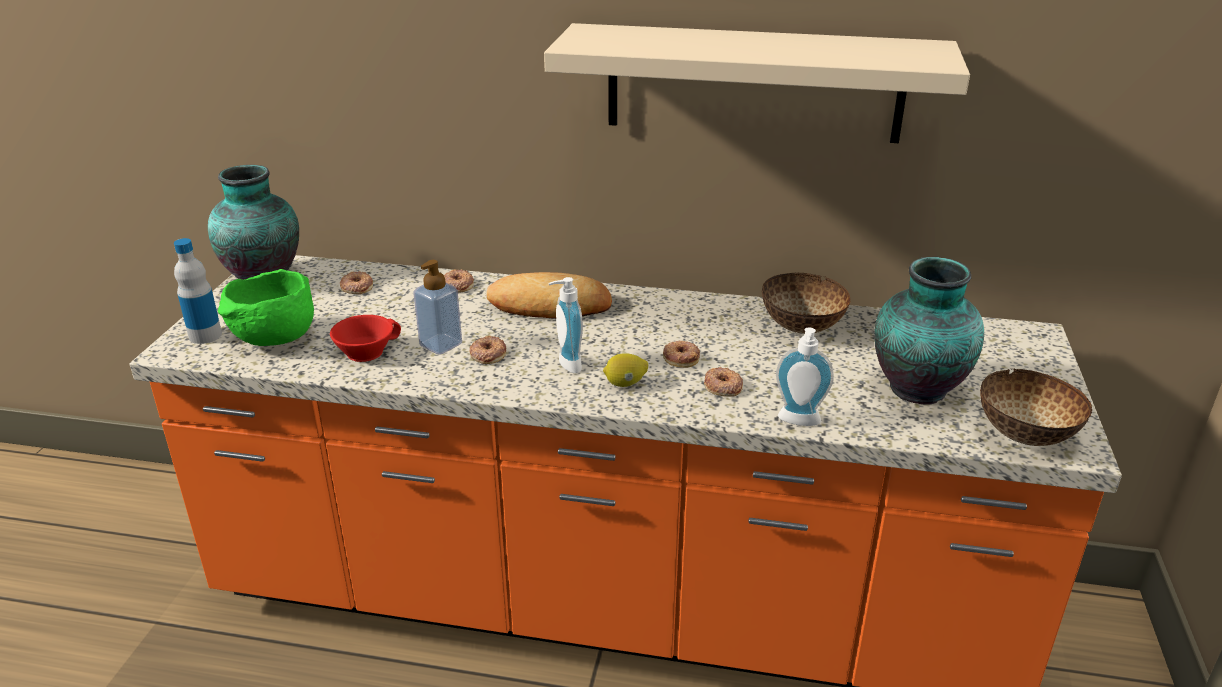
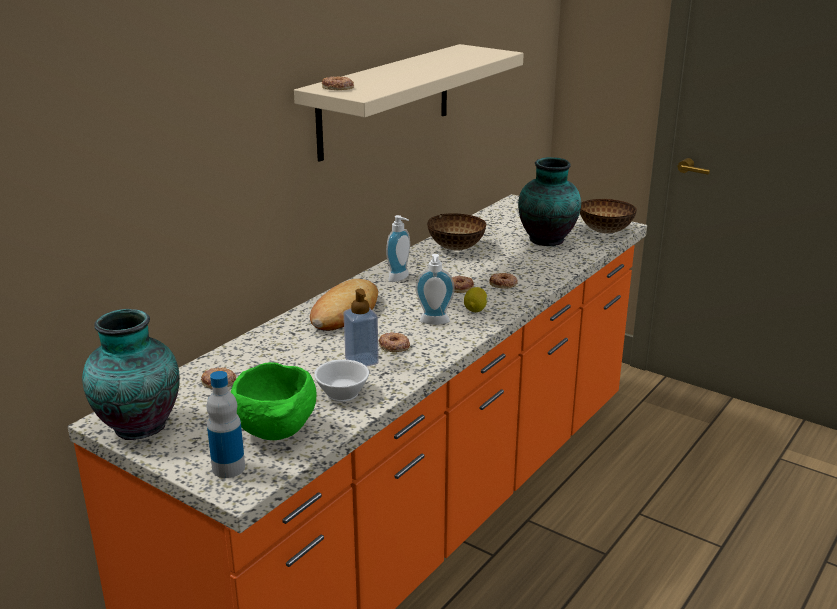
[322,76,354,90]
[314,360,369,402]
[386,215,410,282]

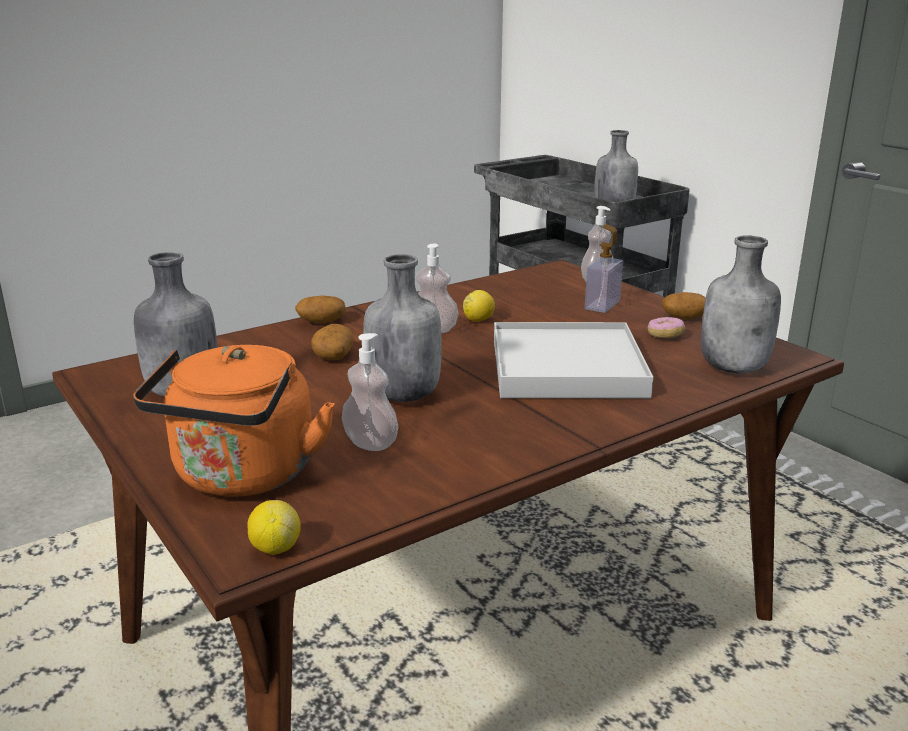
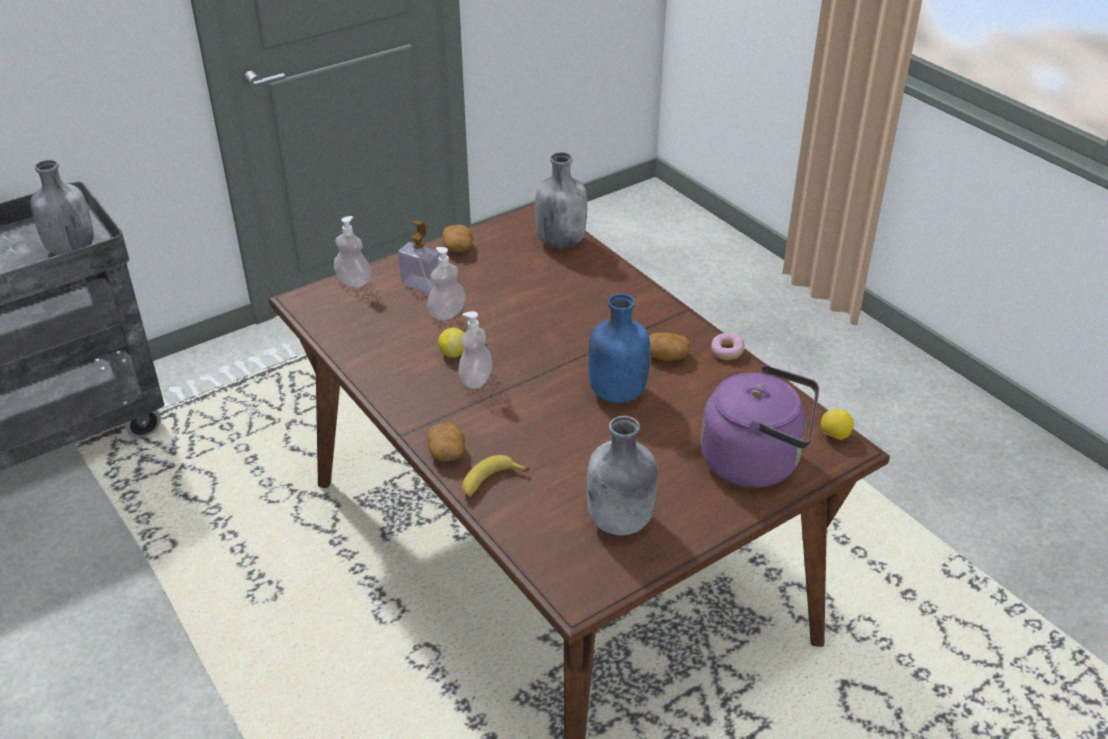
[588,294,650,403]
[711,333,744,360]
[494,322,653,398] (first image)
[649,333,690,361]
[427,247,466,320]
[701,365,819,488]
[462,455,529,498]

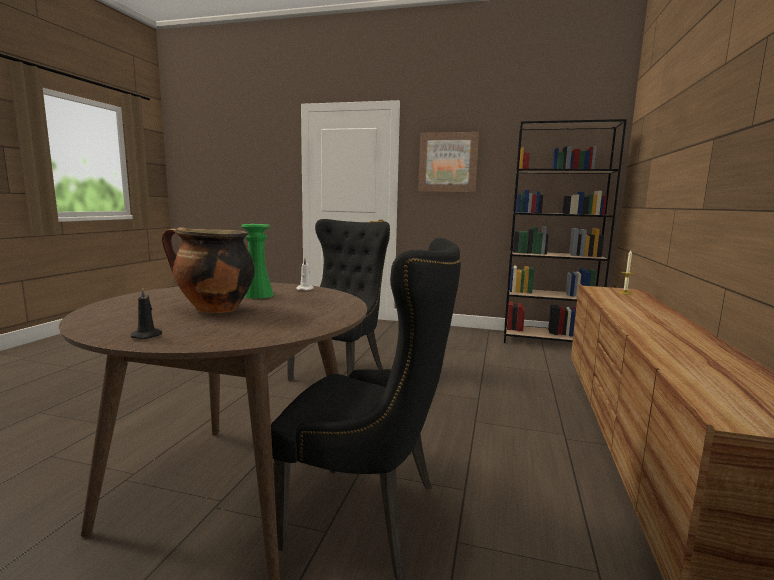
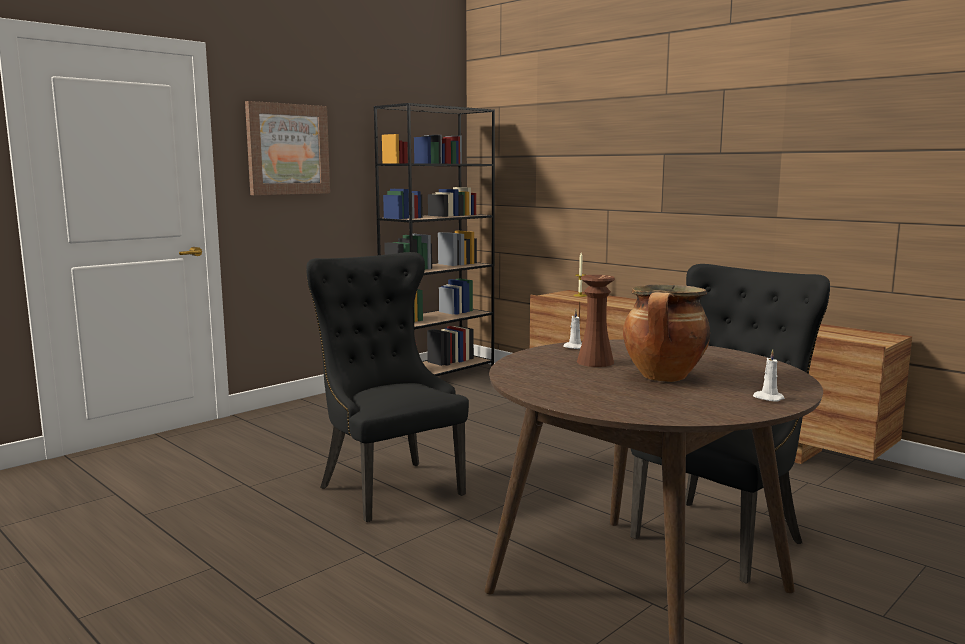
[577,275,615,367]
[753,349,785,402]

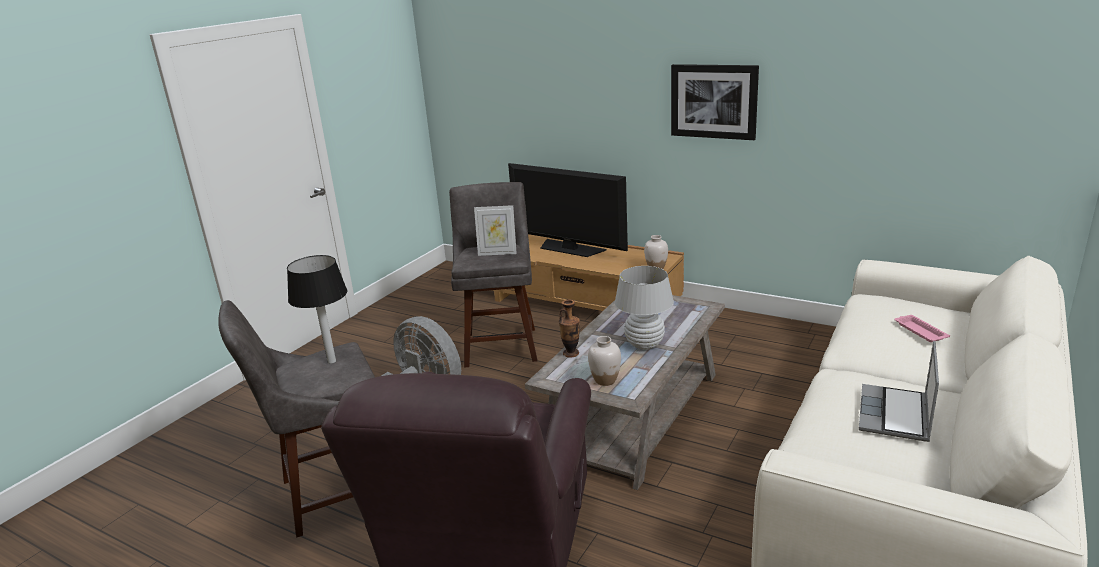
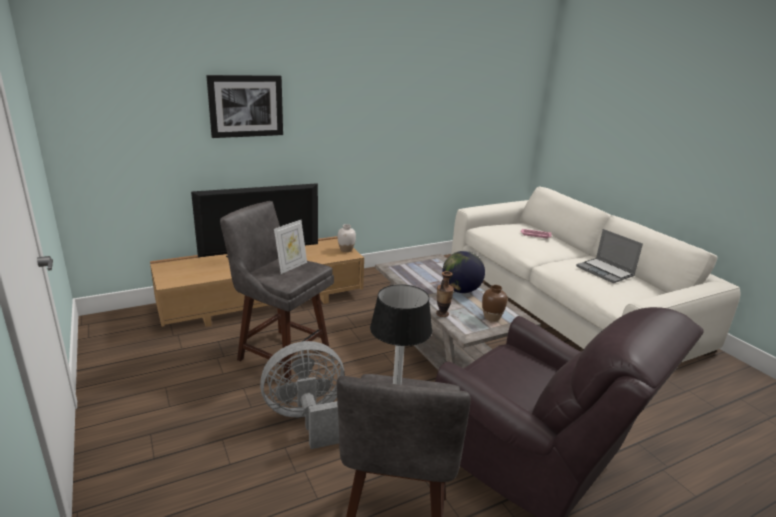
[206,75,283,138]
[442,251,485,293]
[482,285,507,322]

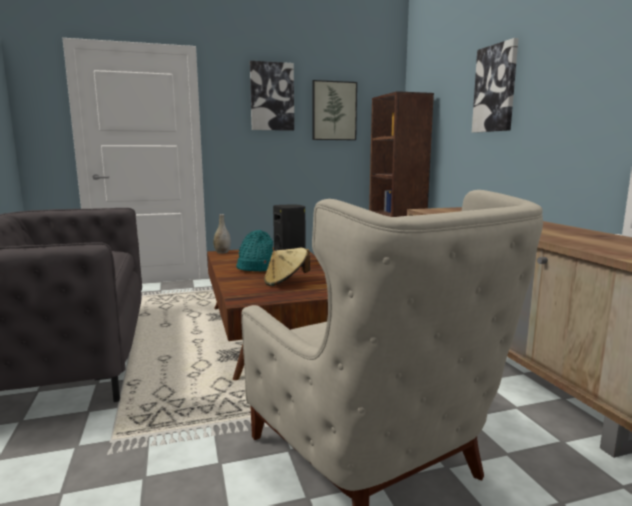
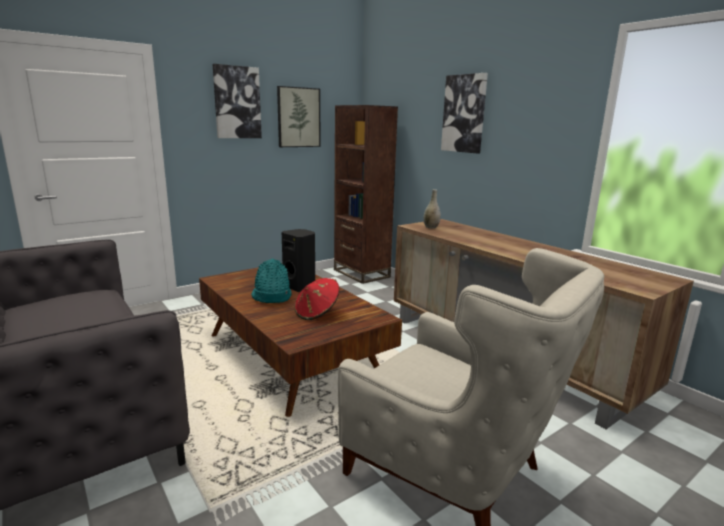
[423,189,441,228]
[294,278,340,320]

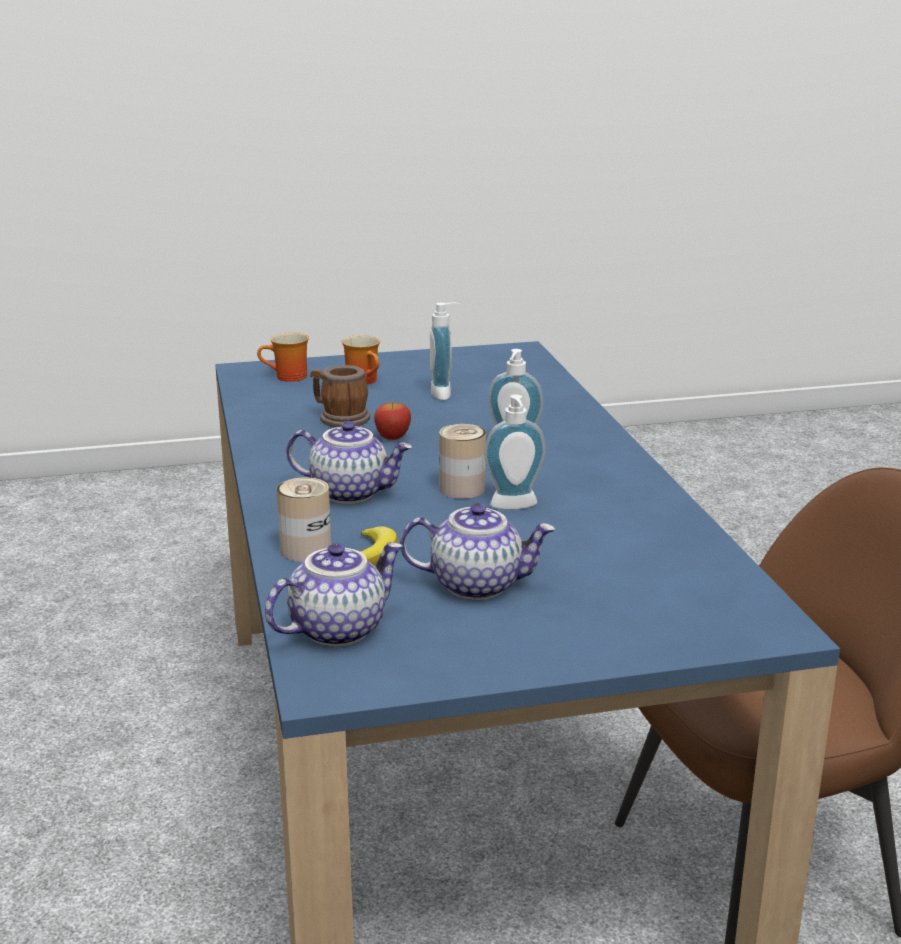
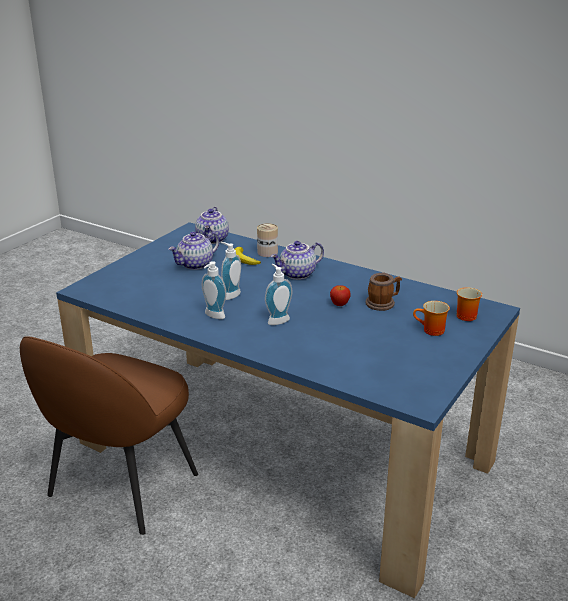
[202,261,226,319]
[439,424,486,499] (first image)

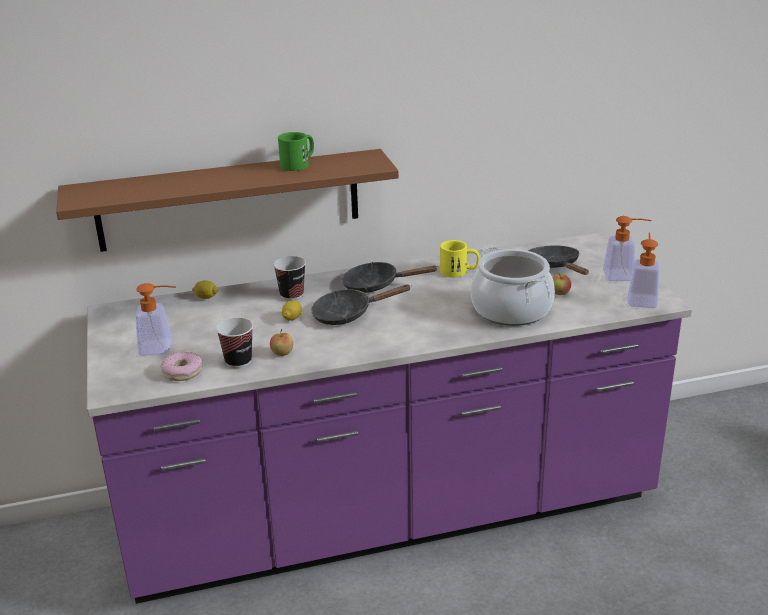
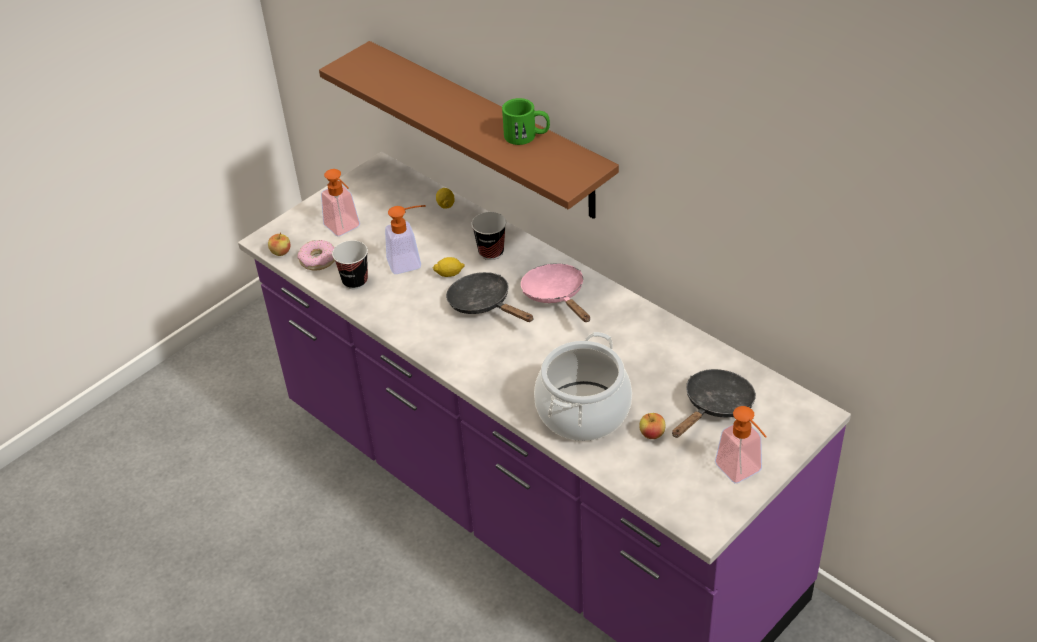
[385,205,426,274]
[440,240,480,277] (first image)
[521,263,590,322]
[268,232,290,256]

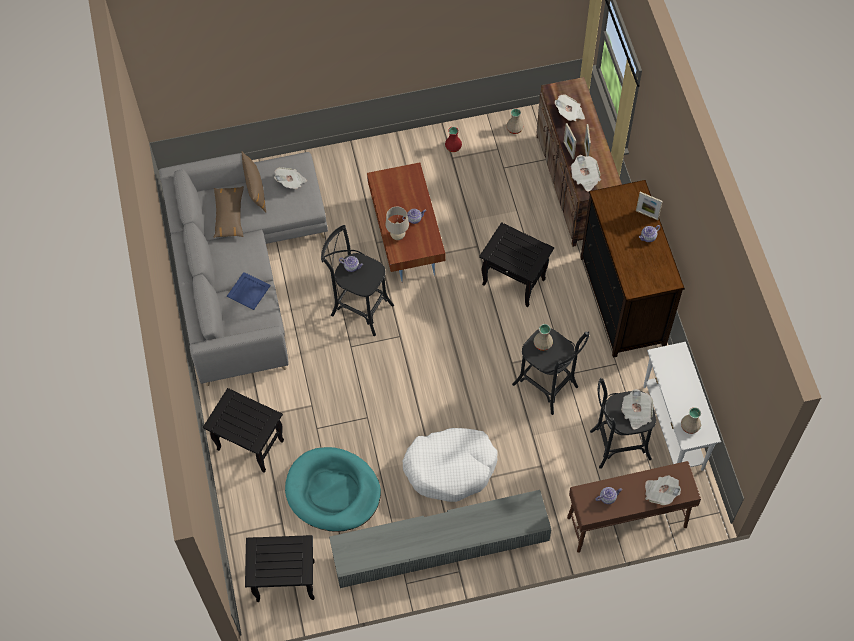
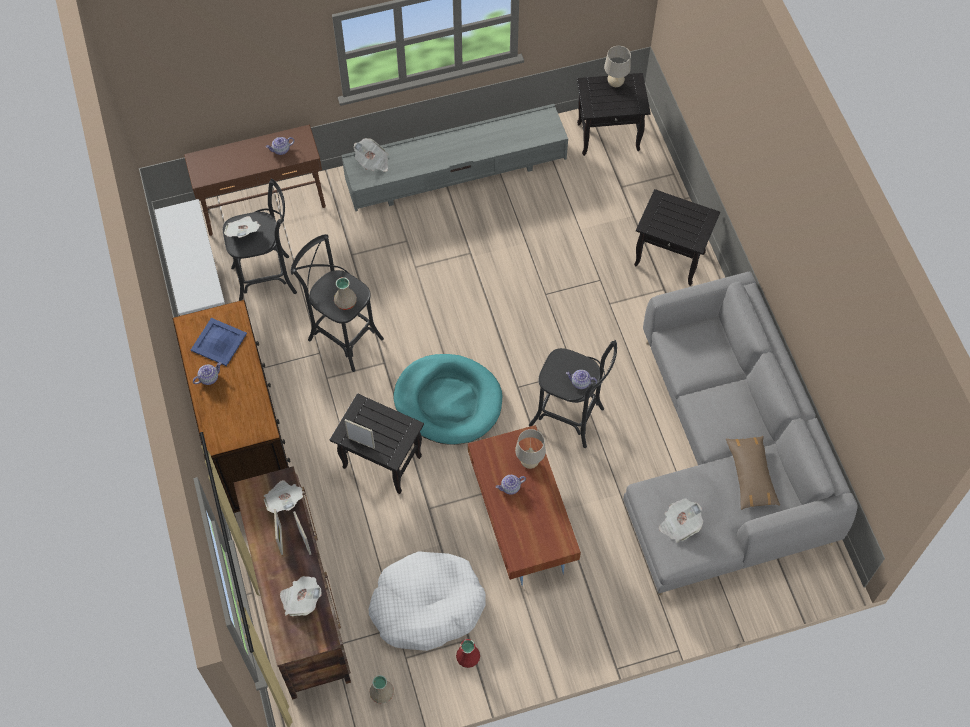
[241,151,266,213] (first image)
[345,419,375,449]
[191,318,247,366]
[681,407,701,434] (first image)
[369,551,486,651]
[393,354,502,445]
[354,138,388,172]
[604,46,631,87]

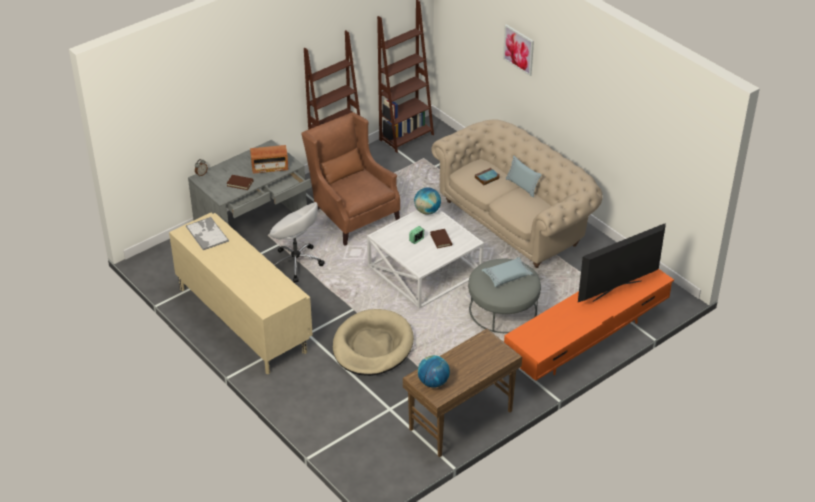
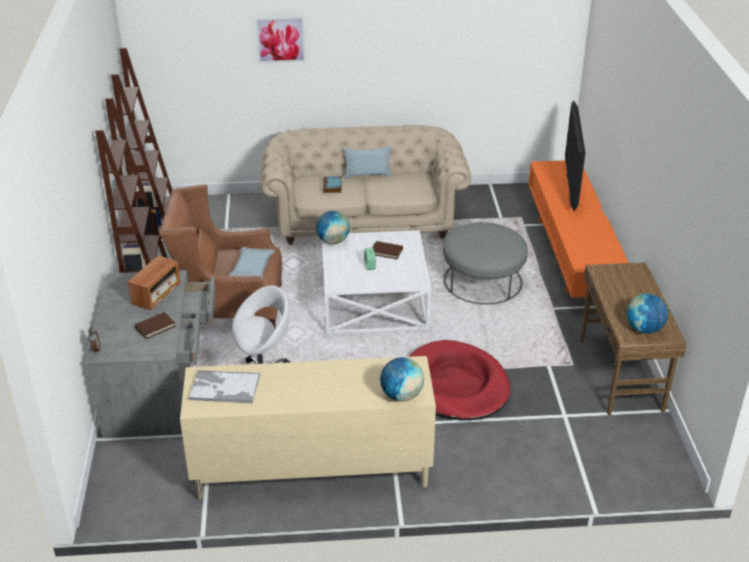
[229,247,274,281]
[409,340,510,420]
[380,357,424,401]

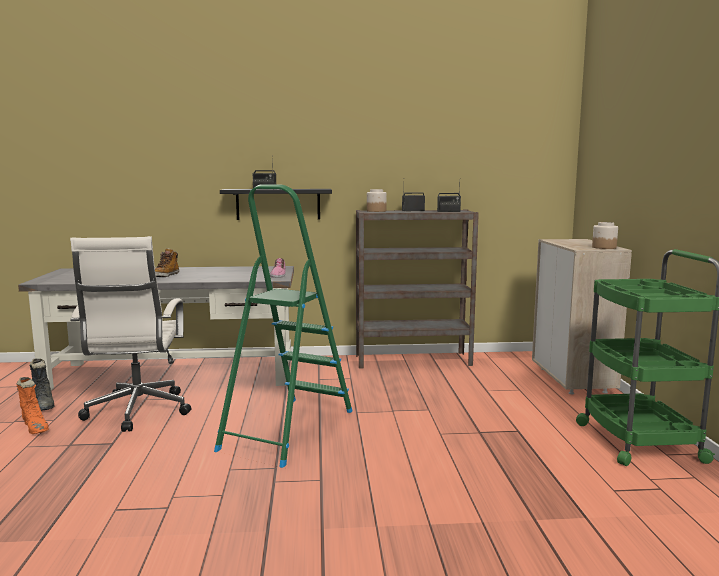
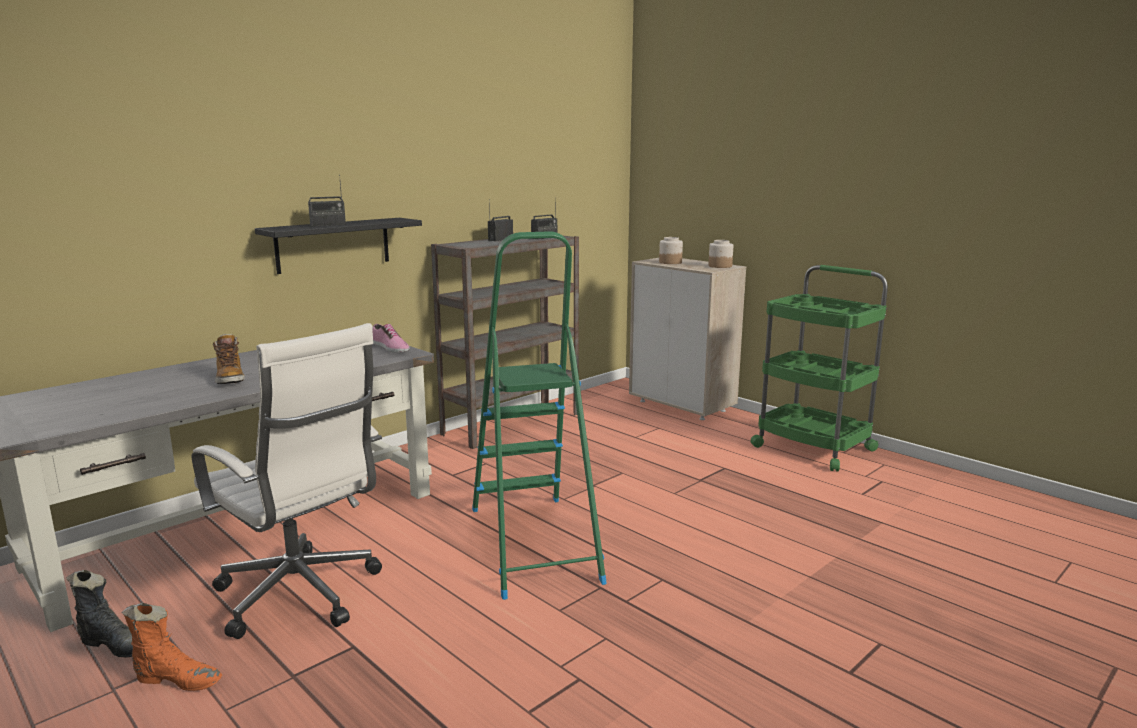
[659,237,683,264]

